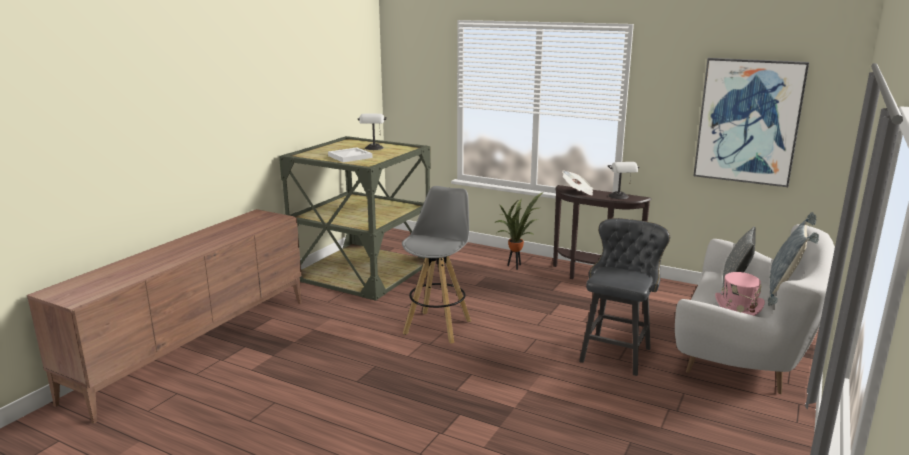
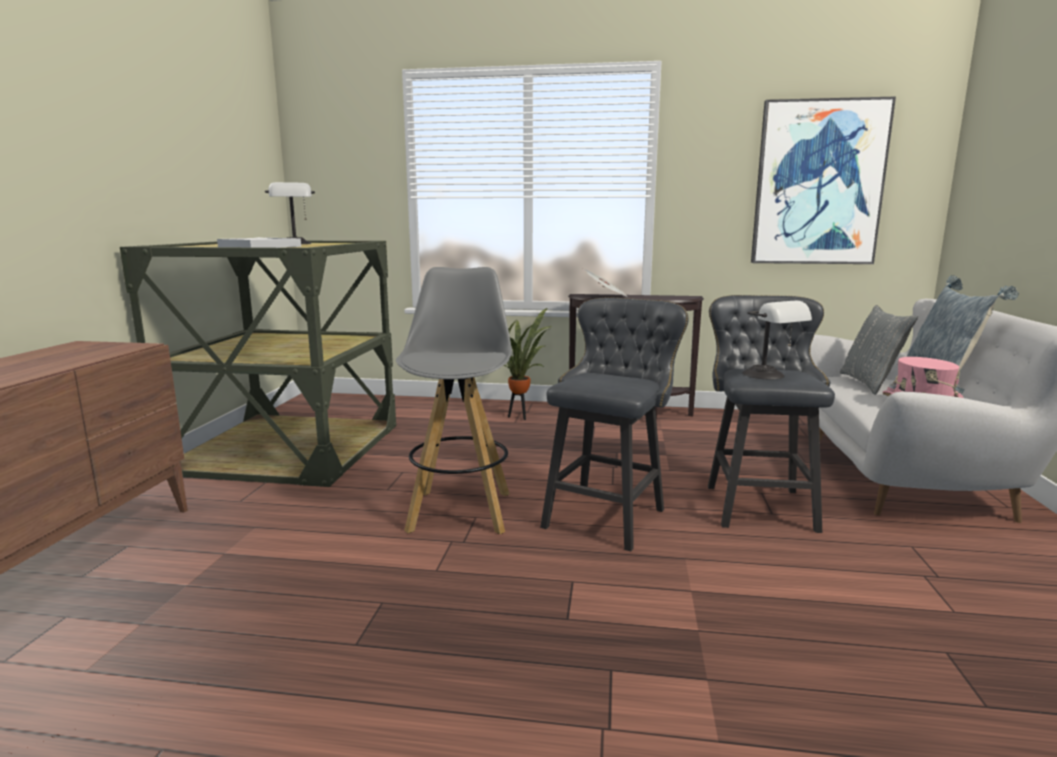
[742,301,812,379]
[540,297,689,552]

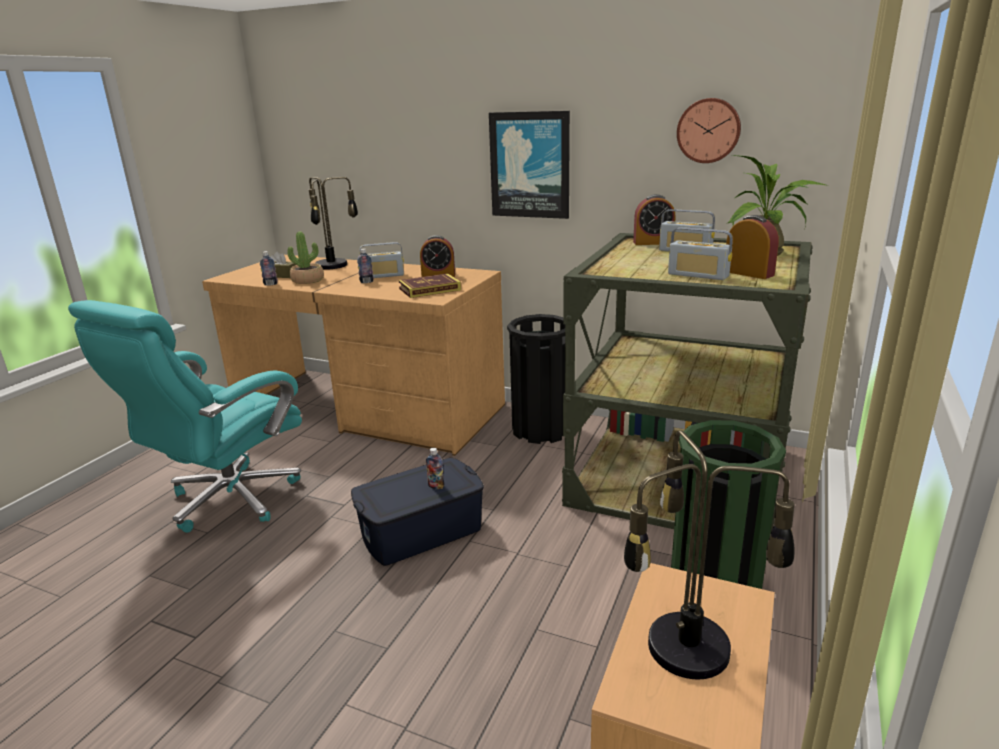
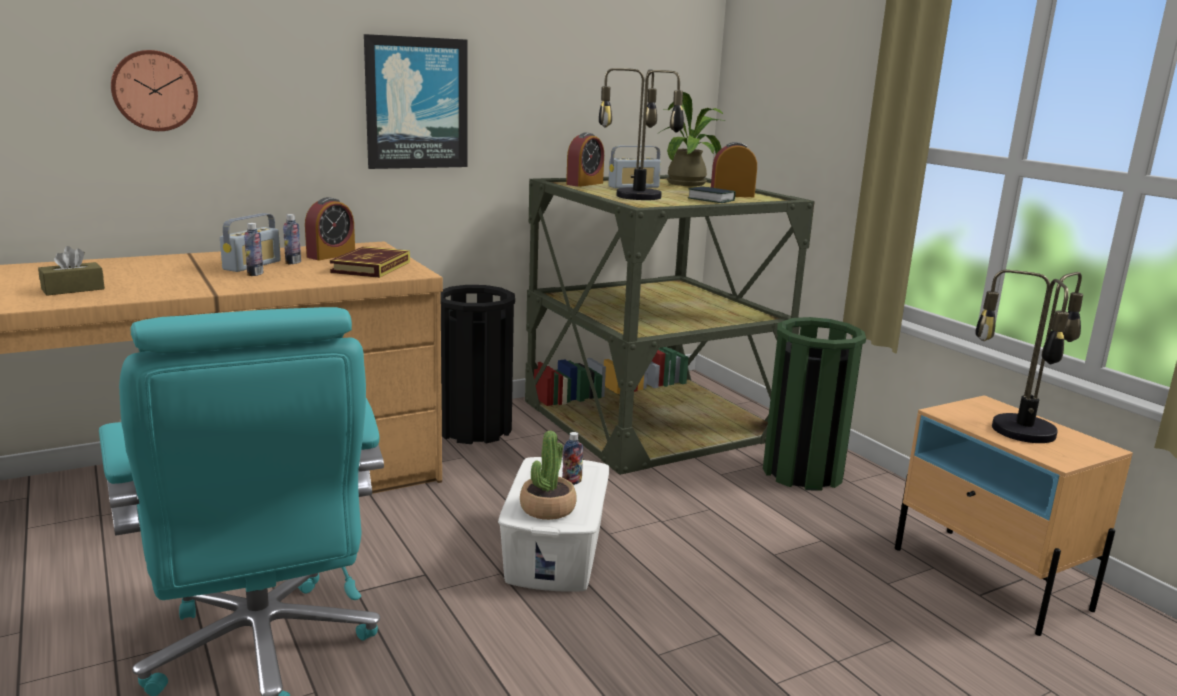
[111,50,198,131]
[599,68,684,200]
[688,186,735,203]
[520,431,577,520]
[283,214,301,265]
[498,457,609,592]

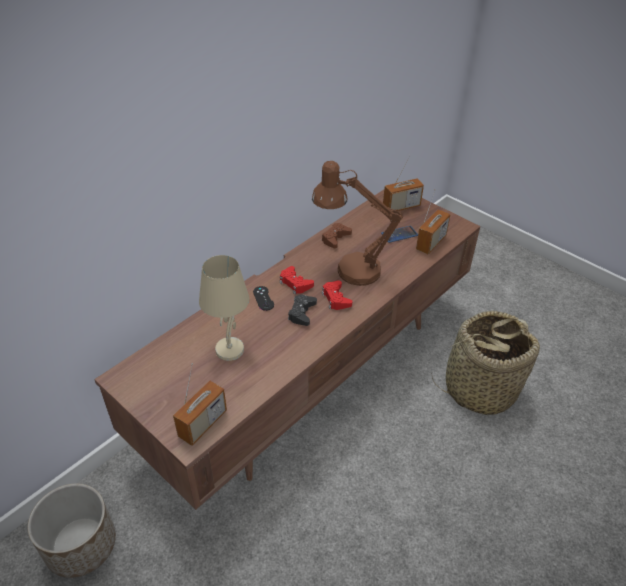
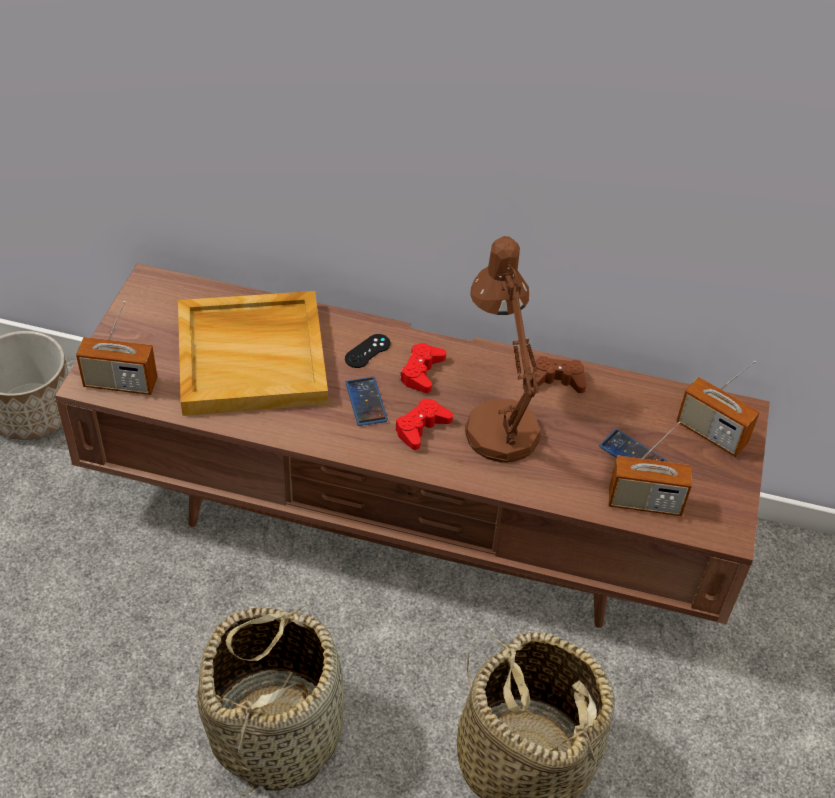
[178,291,328,416]
[345,377,388,426]
[197,604,343,797]

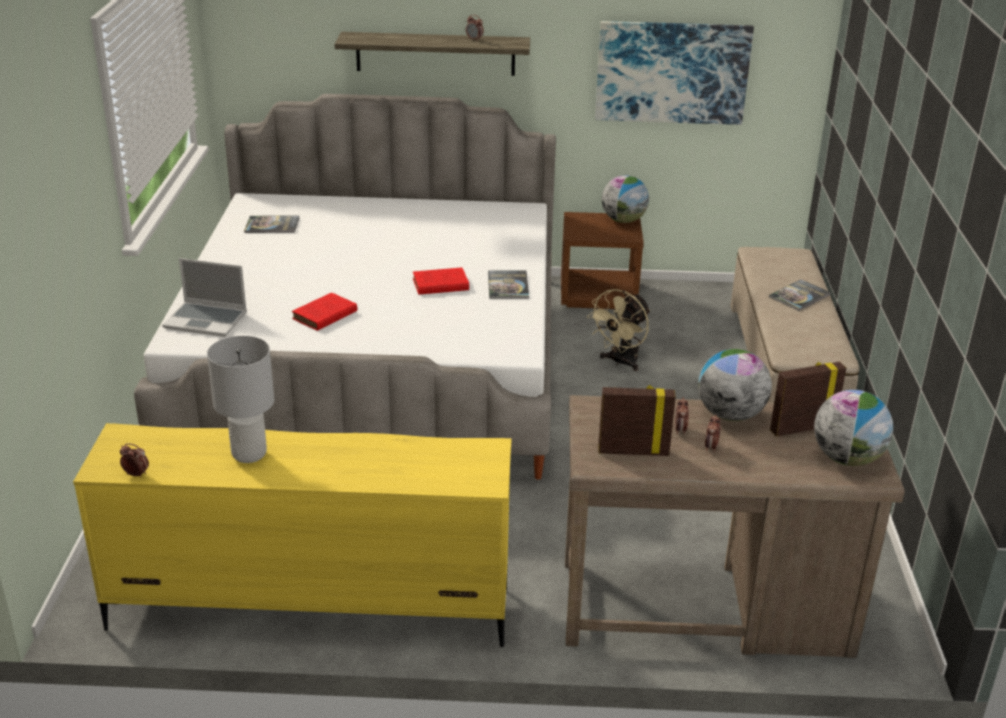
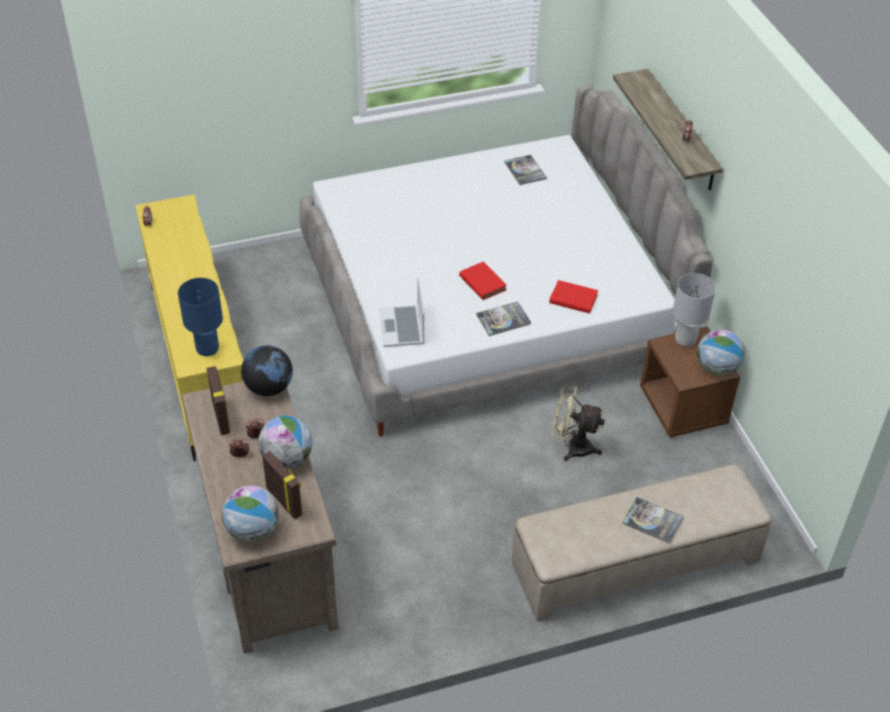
[595,21,754,125] (first image)
[379,276,424,347]
[549,280,598,313]
[673,273,716,347]
[178,278,223,356]
[241,345,293,396]

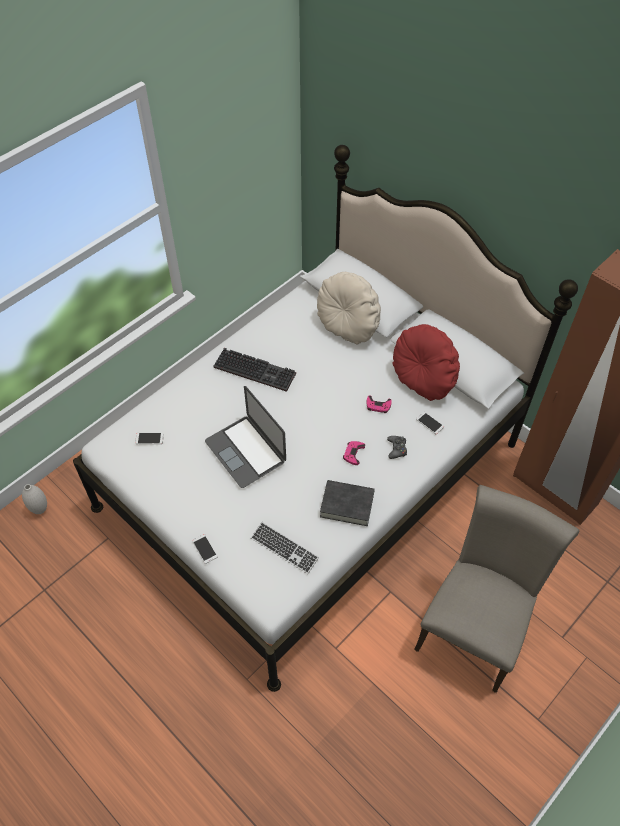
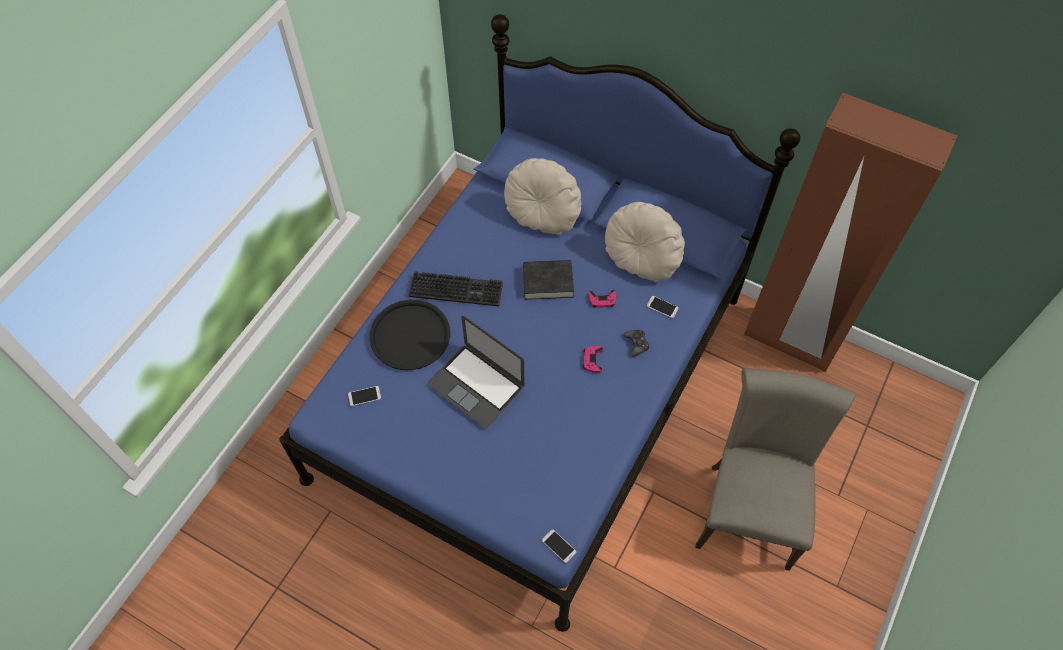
[279,14,800,632]
[605,202,685,282]
[523,260,574,300]
[22,484,47,514] (first image)
[251,522,319,574] (first image)
[542,529,576,563]
[369,300,450,370]

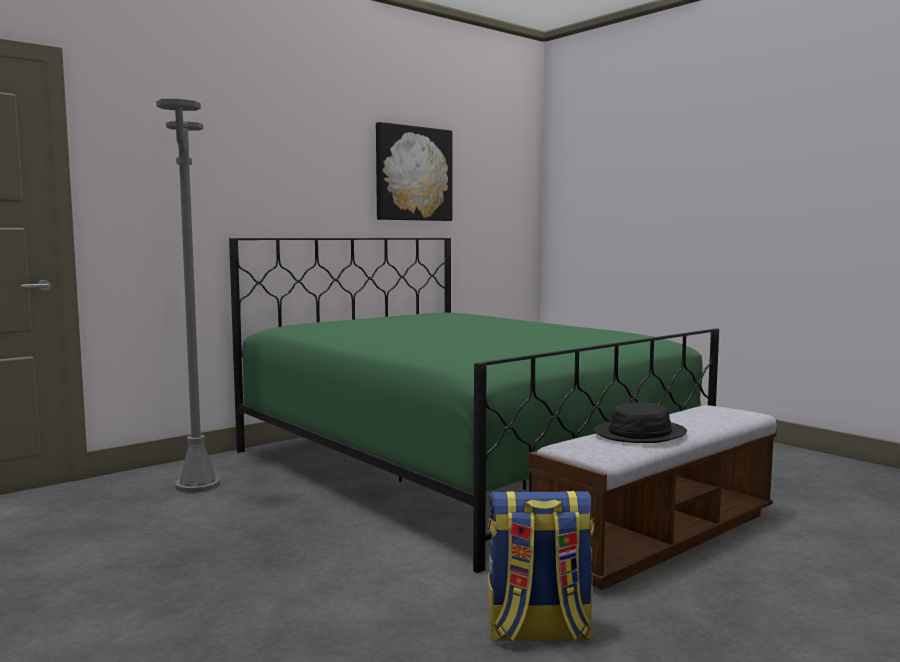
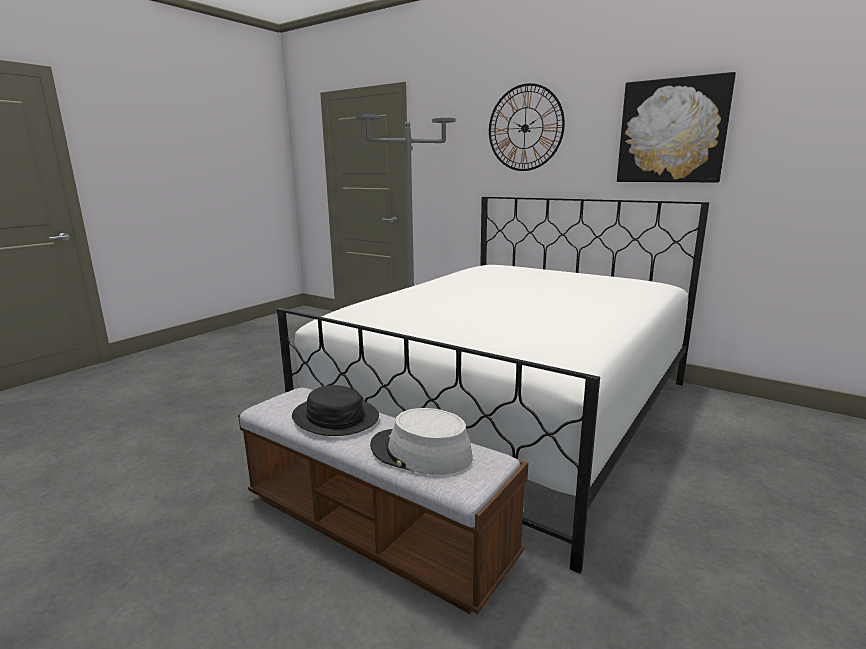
[277,197,710,574]
[488,491,594,641] (first image)
[489,83,565,171]
[370,408,473,475]

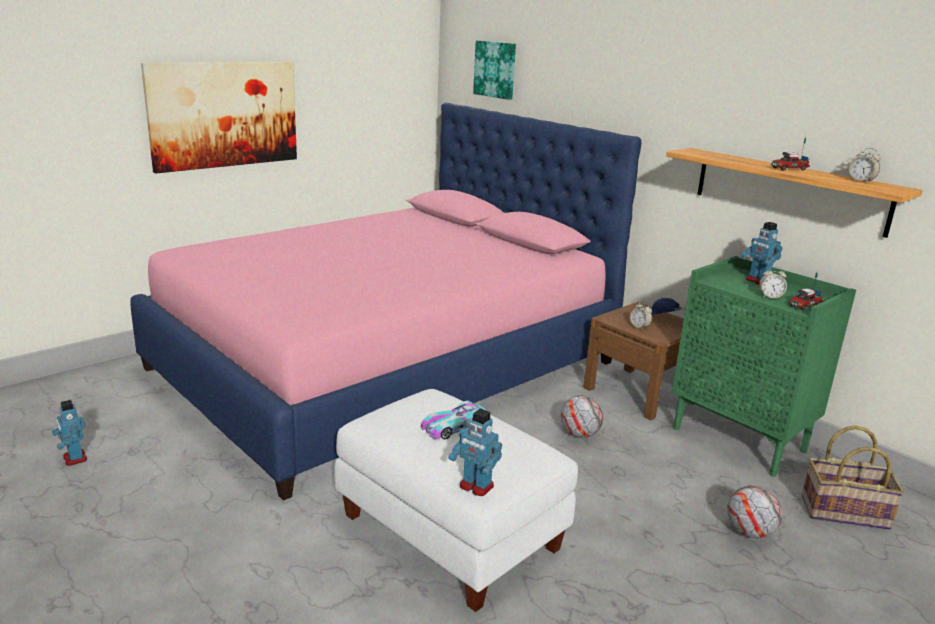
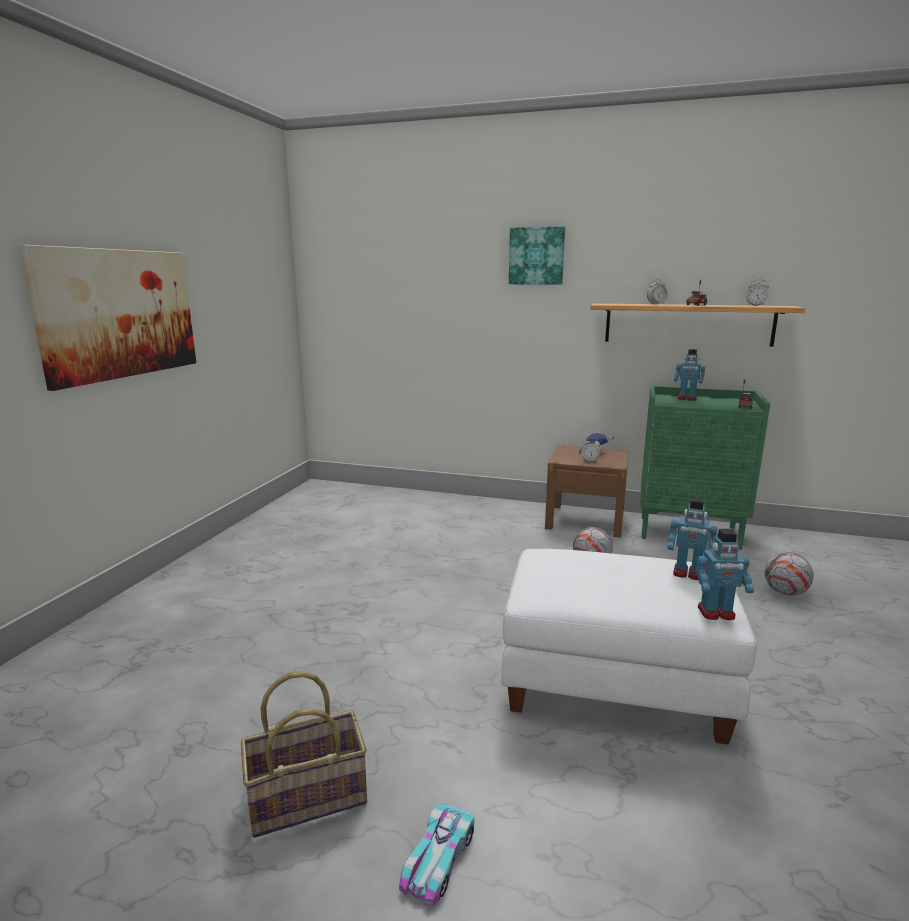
[509,226,565,285]
[131,103,641,501] (first image)
[647,279,668,304]
[667,497,717,580]
[399,804,474,906]
[241,671,367,838]

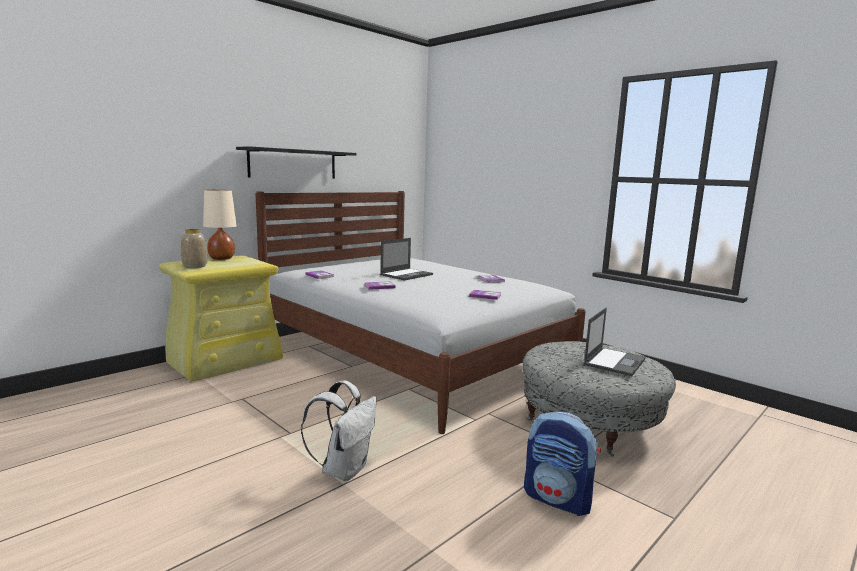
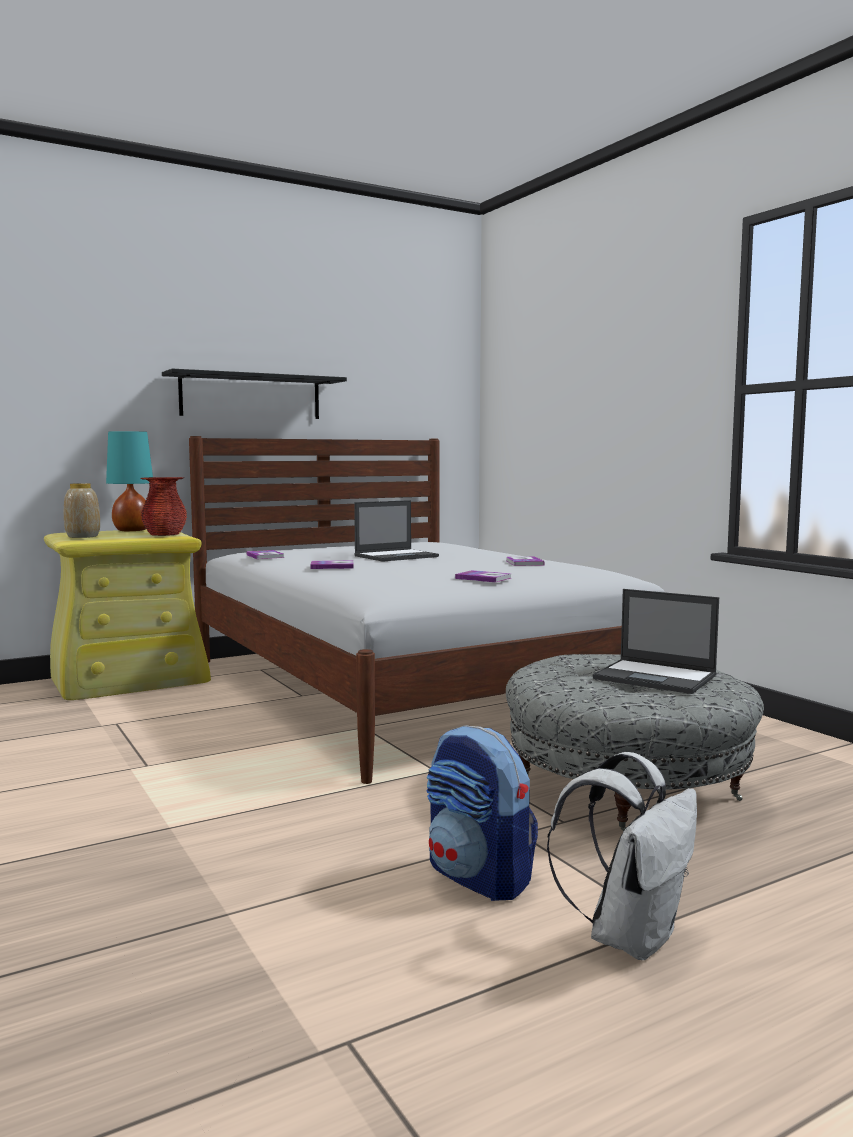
[106,431,153,532]
[593,589,719,694]
[547,752,697,960]
[140,477,187,536]

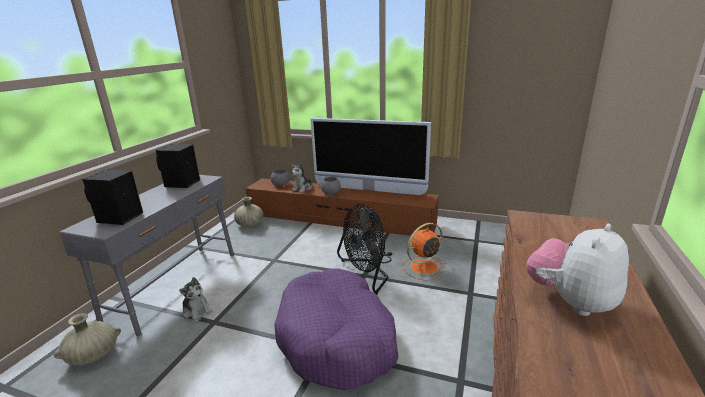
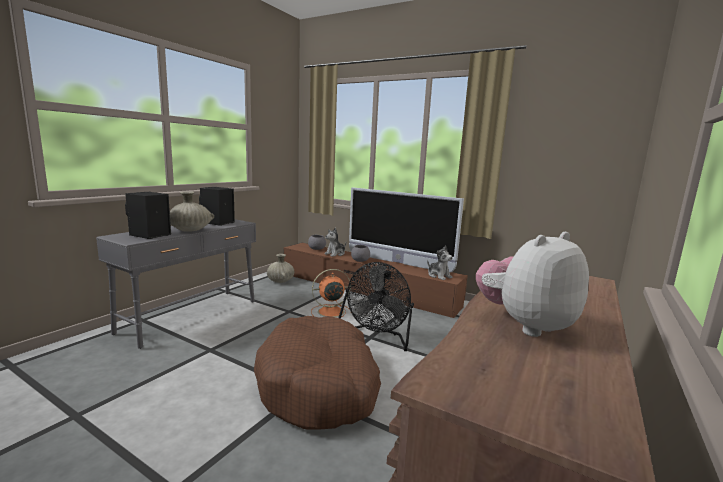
[338,262,414,351]
[311,269,351,317]
[254,316,381,429]
[427,245,452,280]
[170,191,214,232]

